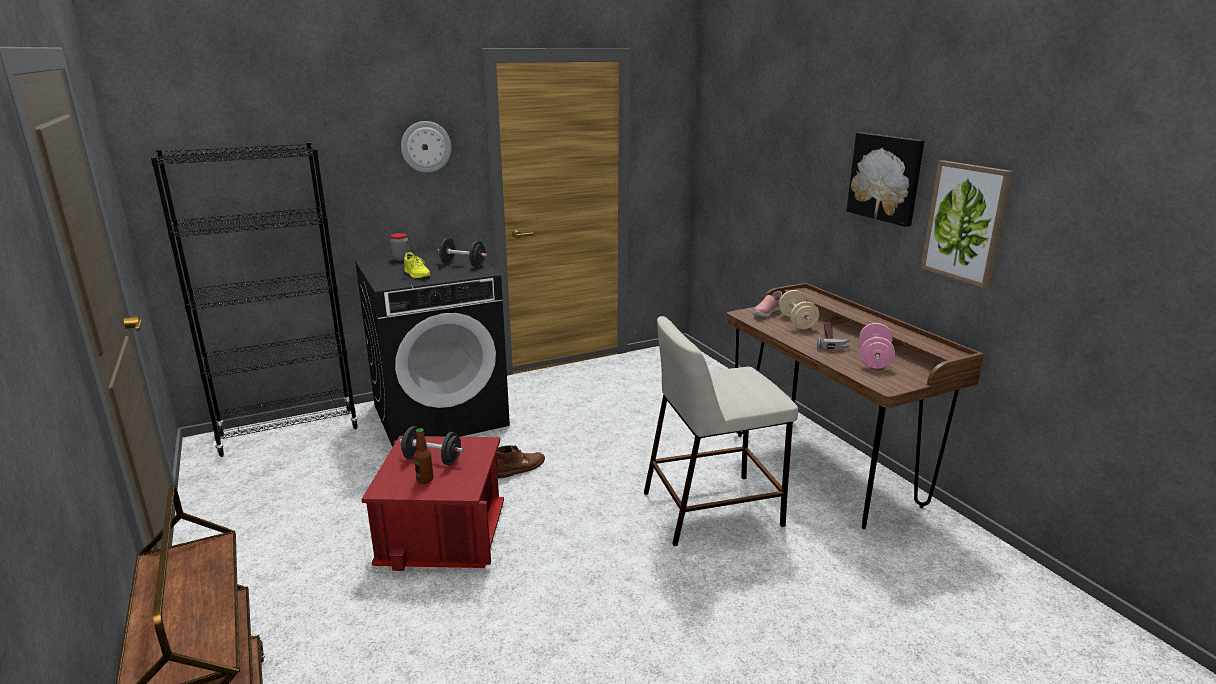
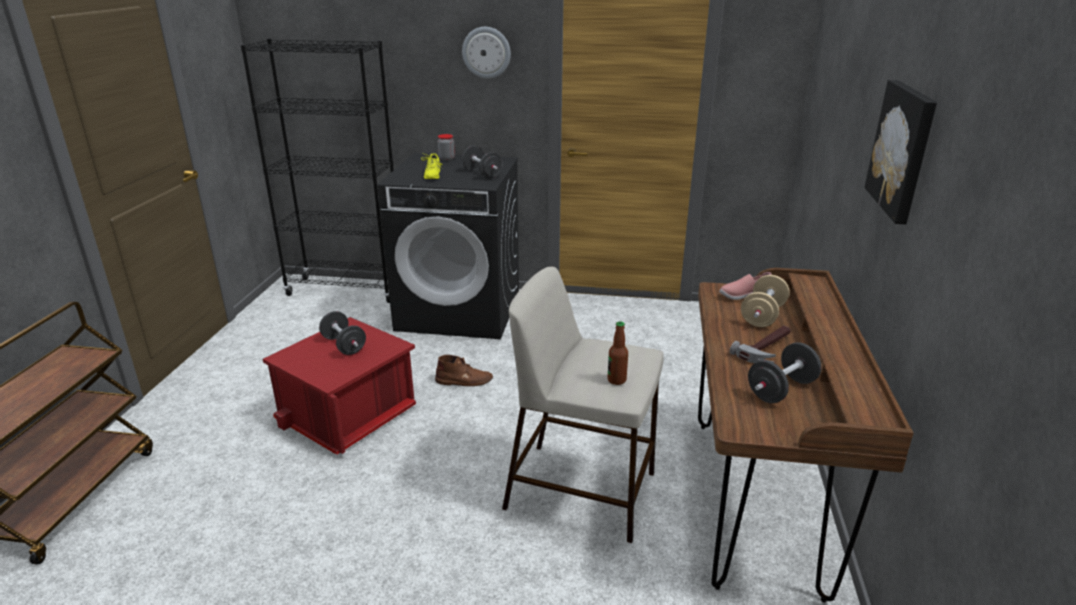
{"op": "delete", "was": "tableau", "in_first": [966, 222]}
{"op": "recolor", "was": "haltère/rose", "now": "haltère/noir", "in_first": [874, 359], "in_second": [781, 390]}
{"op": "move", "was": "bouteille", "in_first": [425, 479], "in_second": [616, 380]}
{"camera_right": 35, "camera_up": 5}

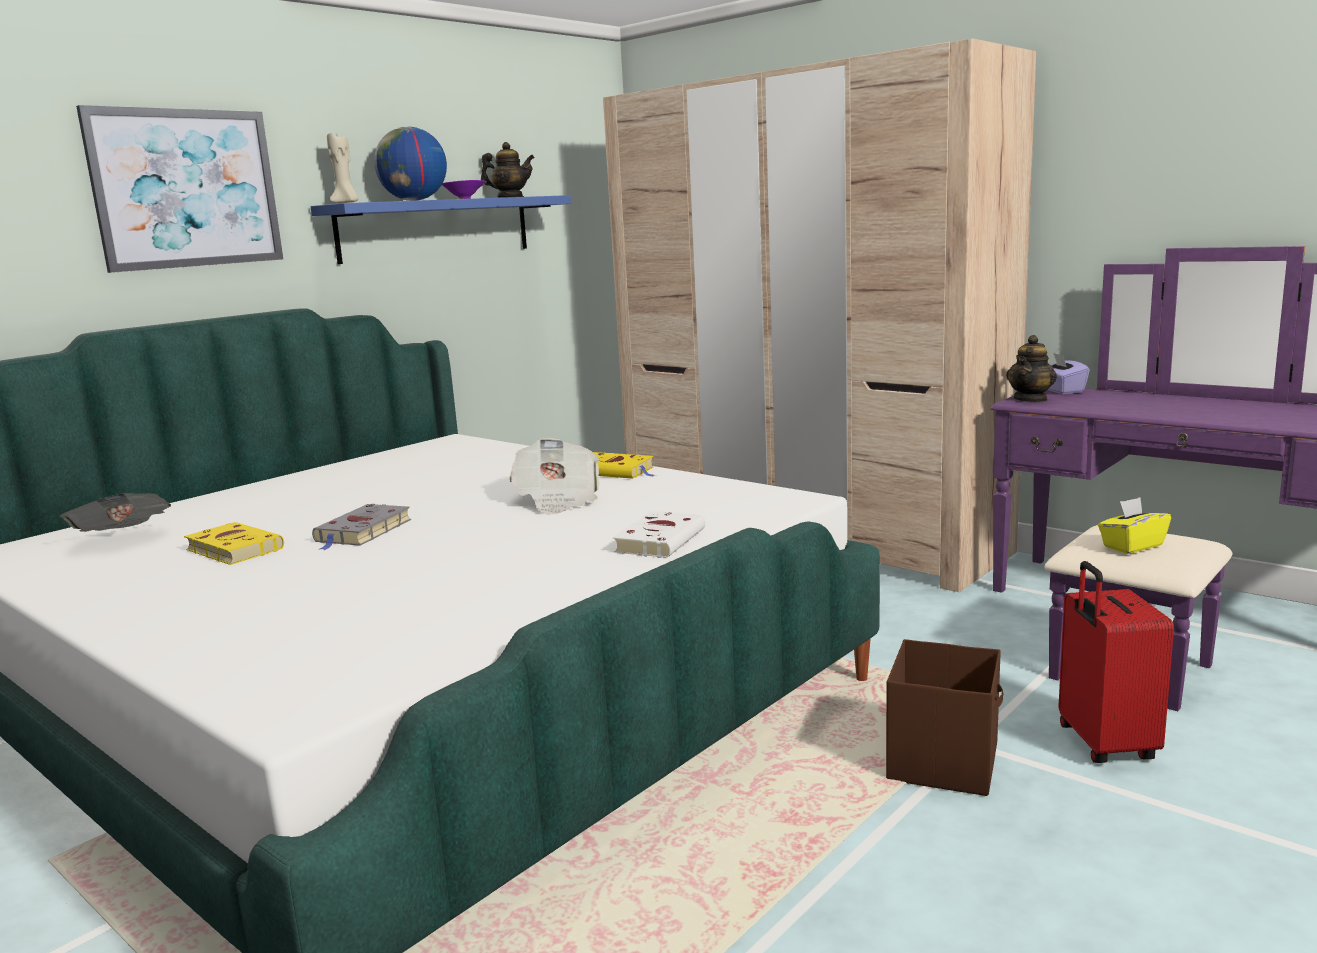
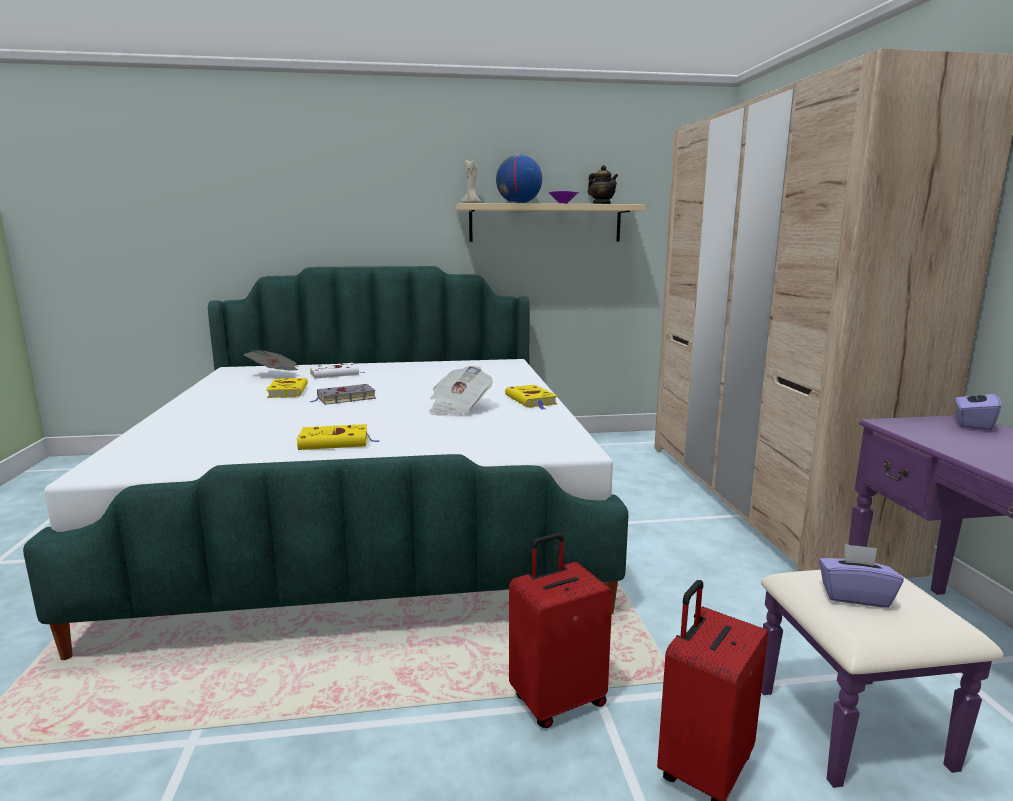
{"op": "delete", "was": "tableau", "in_first": [186, 189]}
{"op": "recolor", "was": "étagère/bleu", "now": "étagère/beige", "in_first": [436, 228], "in_second": [545, 223]}
{"op": "delete", "was": "théière", "in_first": [1031, 399]}
{"op": "recolor", "was": "boîte à mouchoirs/jaune", "now": "boîte à mouchoirs/violet", "in_first": [1132, 546], "in_second": [854, 596]}
{"op": "move", "was": "livre/blanc", "in_first": [661, 540], "in_second": [336, 374]}
{"op": "replace", "was": "boîte de rangement/marron", "now": "valise/rouge", "in_first": [944, 761], "in_second": [557, 700]}
{"op": "insert", "now": "livre/jaune", "in_second": [336, 442]}
{"camera_right": 40, "camera_up": 0}

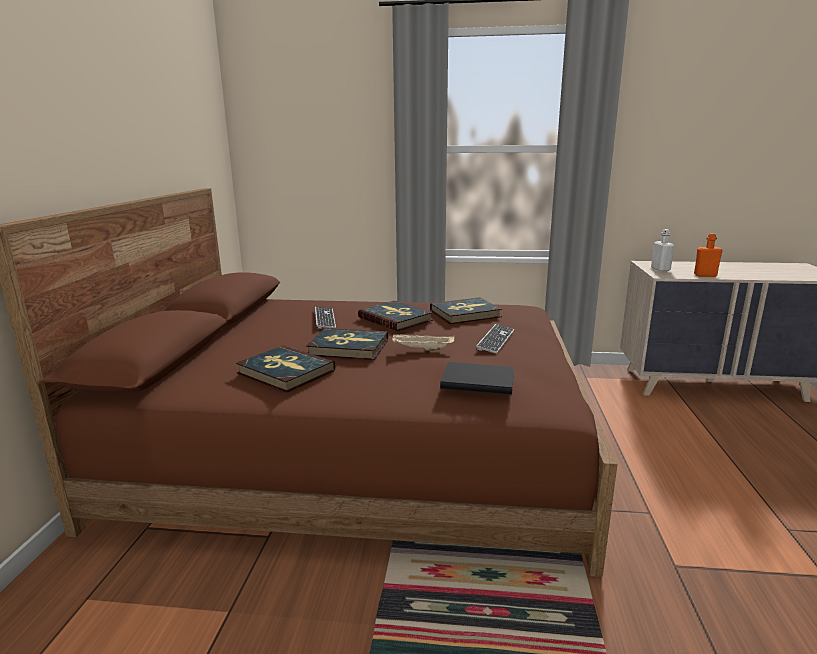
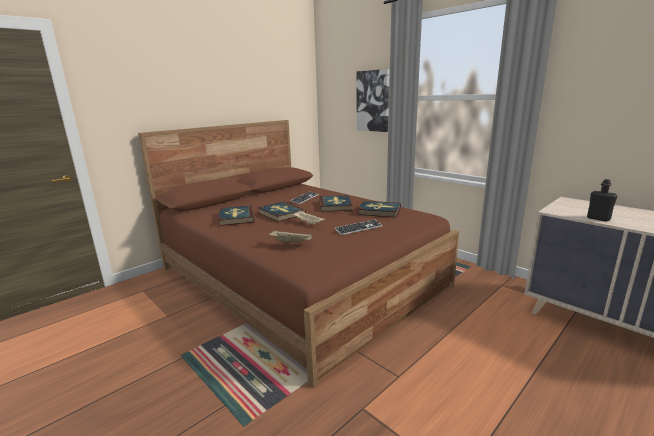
{"op": "delete", "was": "bouteille/blanc", "in_first": [660, 269]}
{"op": "recolor", "was": "bouteille/orange", "now": "bouteille/noir", "in_first": [705, 275], "in_second": [598, 218]}
{"op": "replace", "was": "livre/noir", "now": "plateau/beige", "in_first": [477, 380], "in_second": [292, 242]}
{"op": "insert", "now": "tableau", "in_second": [373, 101]}
{"camera_right": 40, "camera_up": 0}

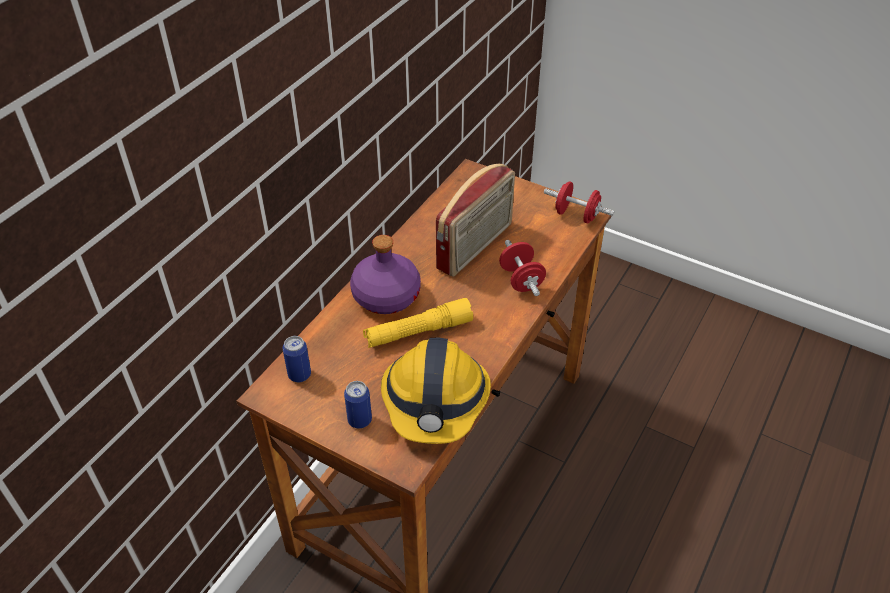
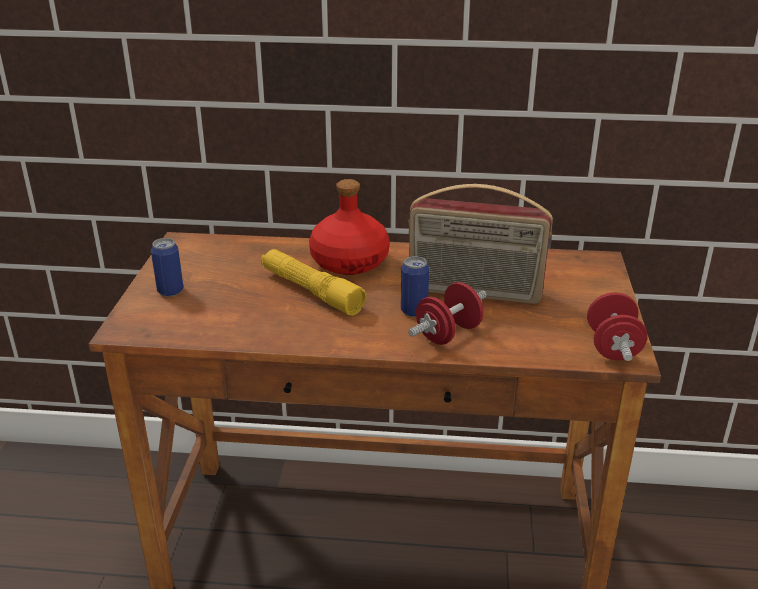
{"op": "recolor", "was": "bouteille/violet", "now": "bouteille/rouge", "in_first": [385, 295], "in_second": [349, 261]}
{"op": "move", "was": "boîte métallique", "in_first": [299, 375], "in_second": [414, 311]}
{"op": "delete", "was": "casque de chantier", "in_first": [436, 401]}
{"camera_right": 65, "camera_up": -15}

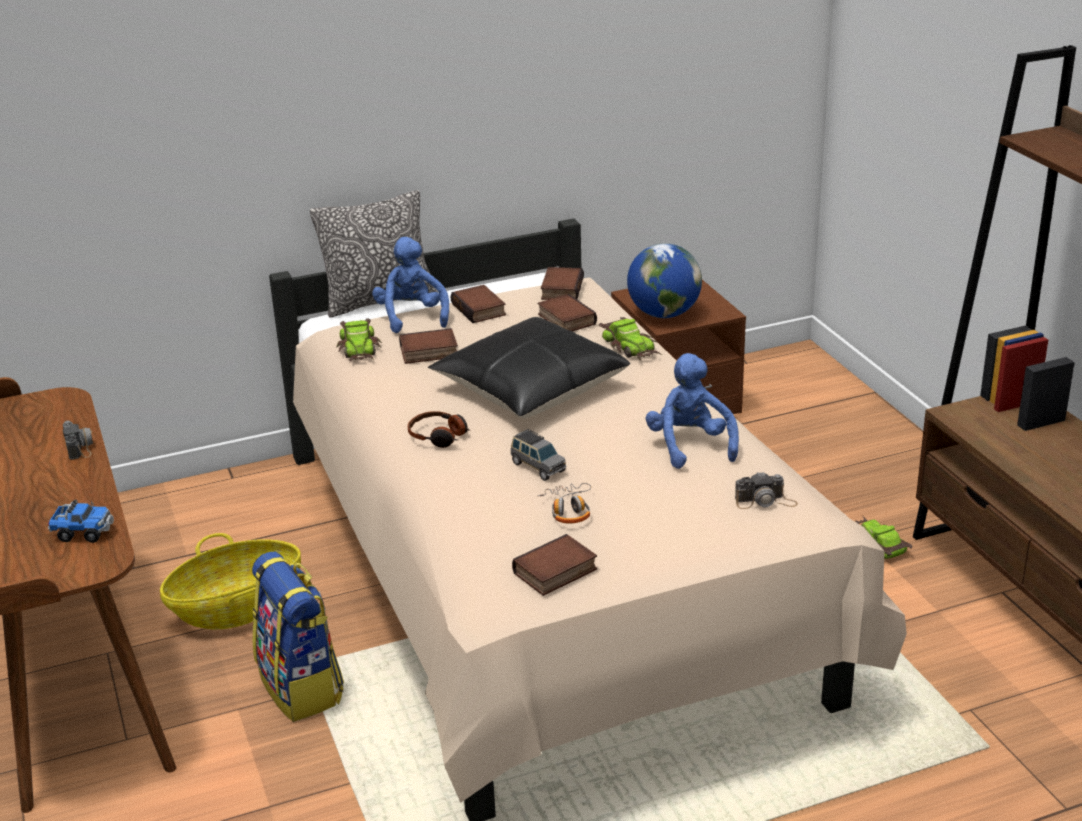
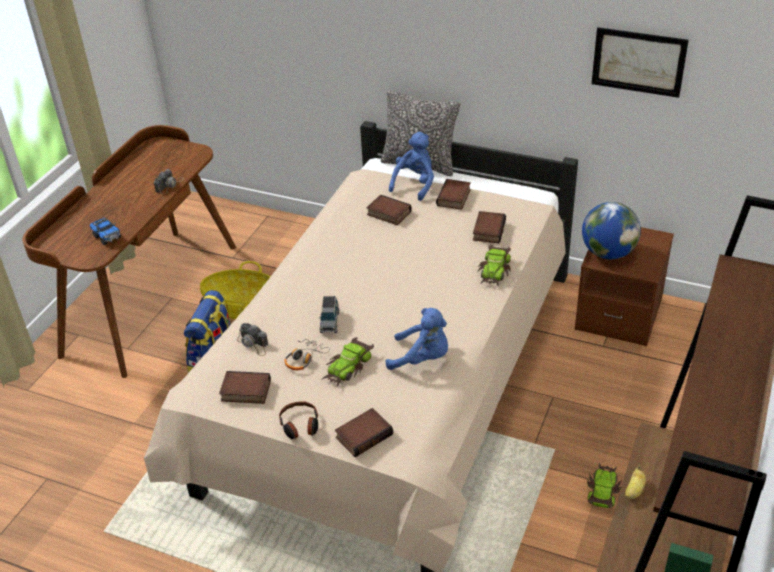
{"op": "move", "was": "livre", "in_first": [560, 289], "in_second": [364, 435]}
{"op": "delete", "was": "coussin/noir", "in_first": [530, 388]}
{"op": "move", "was": "petite voiture", "in_first": [359, 348], "in_second": [348, 367]}
{"op": "rotate", "was": "peluche/bleu", "in_first": [690, 445], "in_second": [422, 358], "clockwise": 75}
{"op": "move", "was": "casque audio", "in_first": [439, 436], "in_second": [300, 425]}
{"op": "move", "was": "appareil photo", "in_first": [765, 501], "in_second": [253, 344]}
{"op": "insert", "now": "tableau", "in_second": [638, 62]}
{"op": "insert", "now": "banane", "in_second": [634, 491]}
{"camera_right": 45, "camera_up": 10}

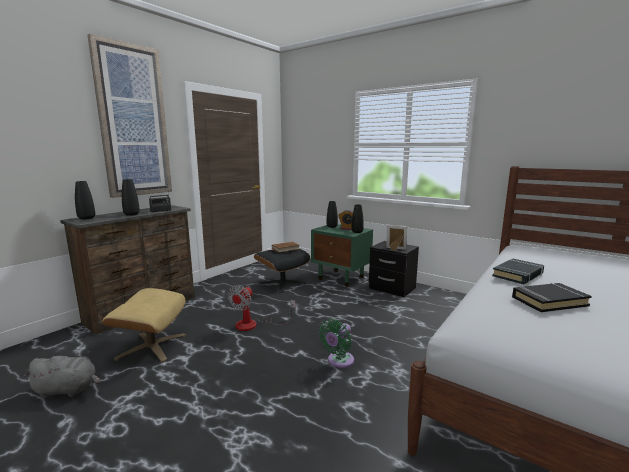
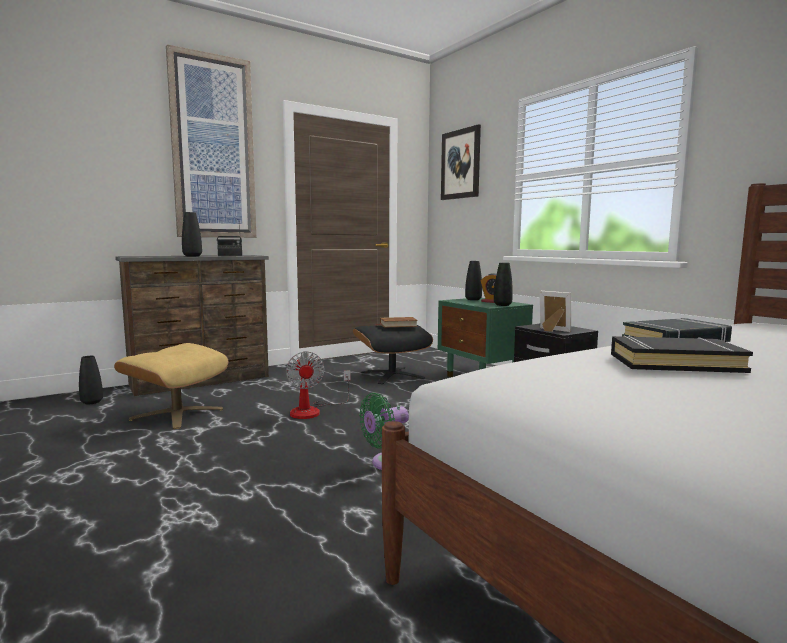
{"op": "move", "was": "vase/noir", "in_first": [86, 218], "in_second": [92, 402]}
{"op": "rotate", "was": "ventilateur", "in_first": [254, 324], "in_second": [313, 410], "clockwise": -60}
{"op": "delete", "was": "peluche/gris", "in_first": [68, 390]}
{"op": "insert", "now": "tableau", "in_second": [460, 164]}
{"camera_right": 20, "camera_up": -5}

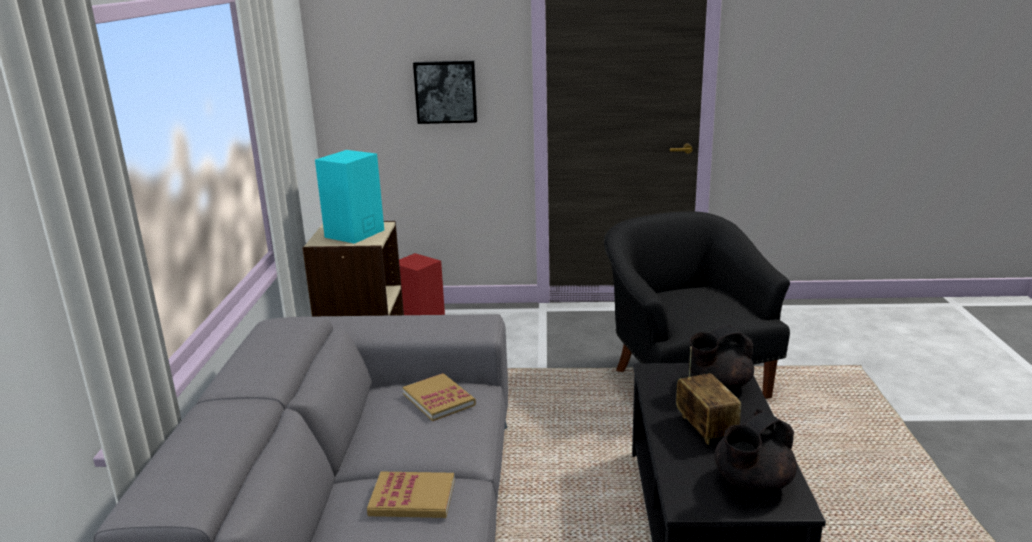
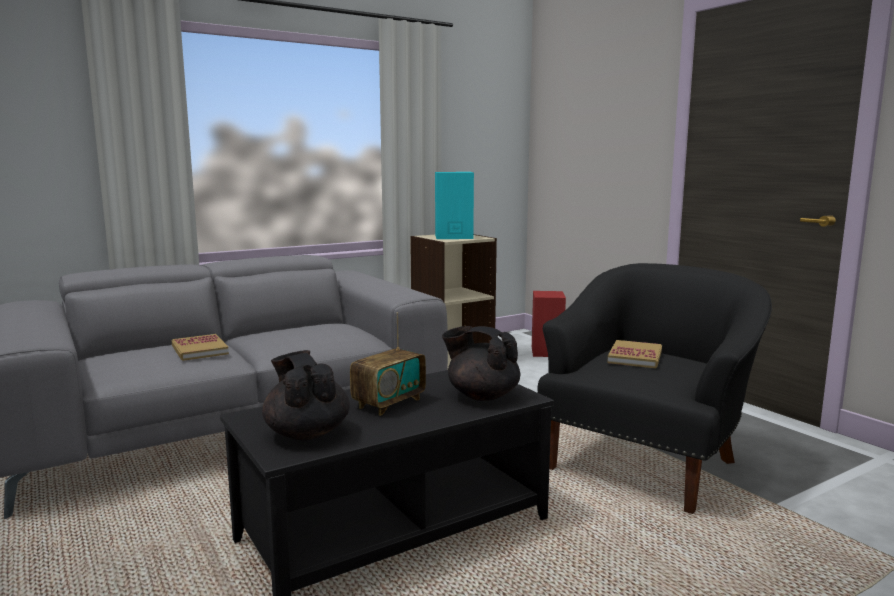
{"op": "delete", "was": "tableau", "in_first": [446, 91]}
{"op": "move", "was": "livre", "in_first": [438, 399], "in_second": [635, 357]}
{"op": "rotate", "was": "théière/noir", "in_first": [751, 483], "in_second": [306, 433], "clockwise": 45}
{"camera_right": 55, "camera_up": -10}

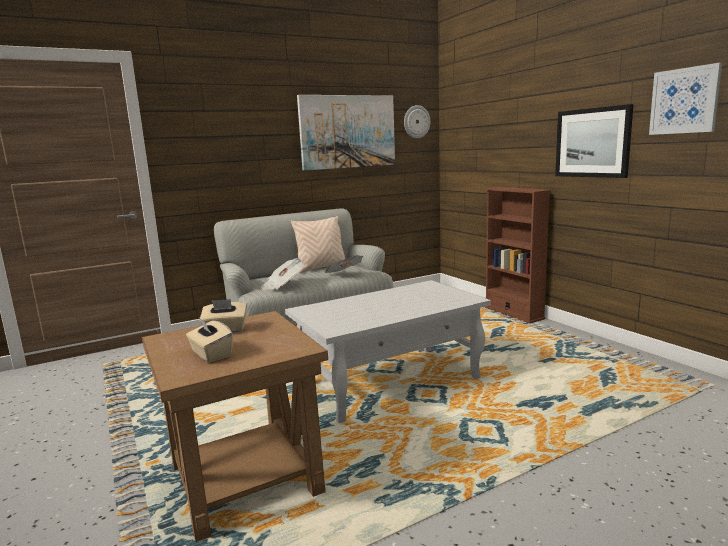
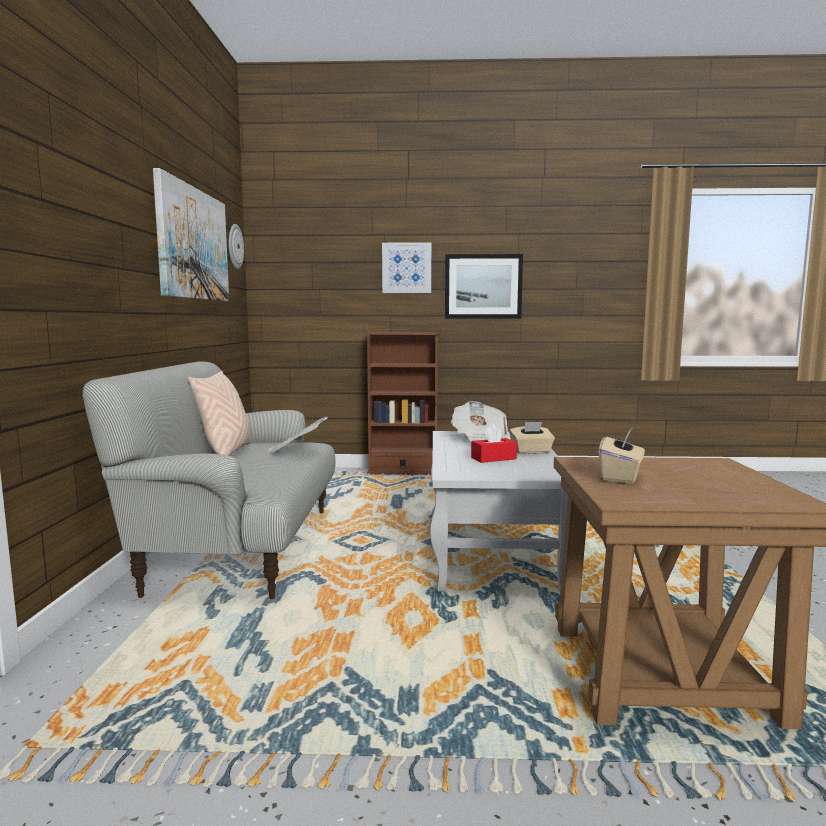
{"op": "move", "was": "tableau", "in_first": [684, 101], "in_second": [406, 268]}
{"op": "move", "was": "journal", "in_first": [283, 285], "in_second": [479, 439]}
{"op": "move", "was": "boîte à mouchoirs/beige", "in_first": [211, 354], "in_second": [531, 451]}
{"op": "insert", "now": "boîte à mouchoirs/rouge", "in_second": [493, 458]}
{"camera_right": -60, "camera_up": -5}

